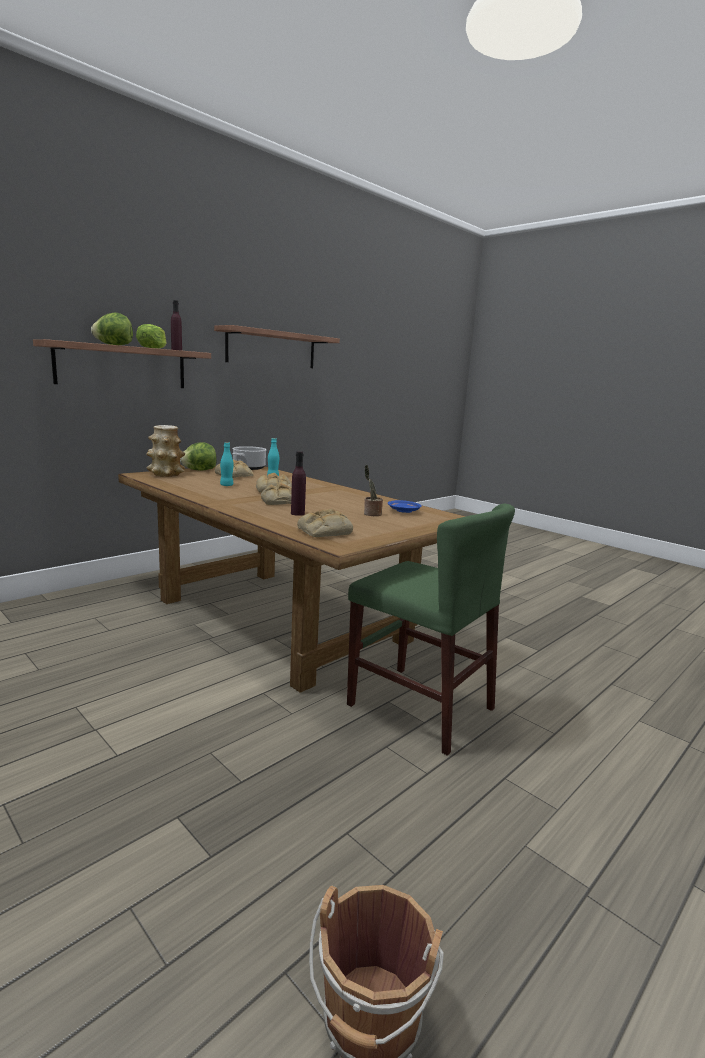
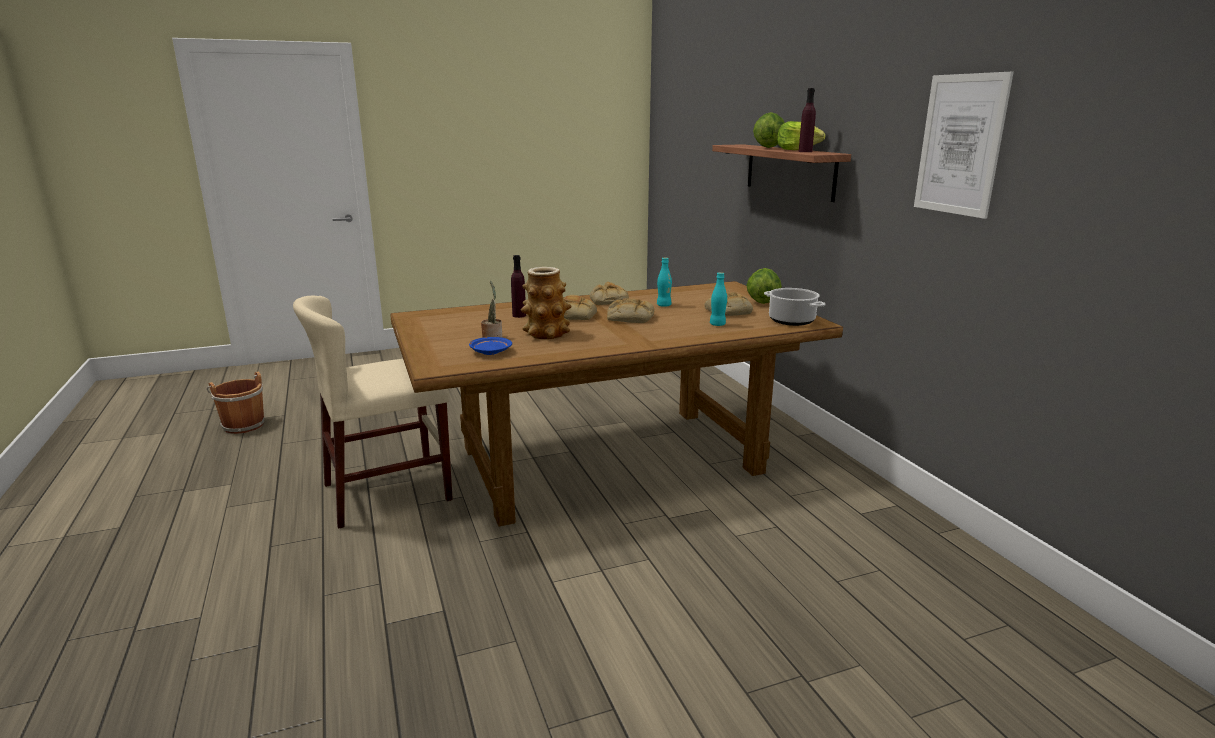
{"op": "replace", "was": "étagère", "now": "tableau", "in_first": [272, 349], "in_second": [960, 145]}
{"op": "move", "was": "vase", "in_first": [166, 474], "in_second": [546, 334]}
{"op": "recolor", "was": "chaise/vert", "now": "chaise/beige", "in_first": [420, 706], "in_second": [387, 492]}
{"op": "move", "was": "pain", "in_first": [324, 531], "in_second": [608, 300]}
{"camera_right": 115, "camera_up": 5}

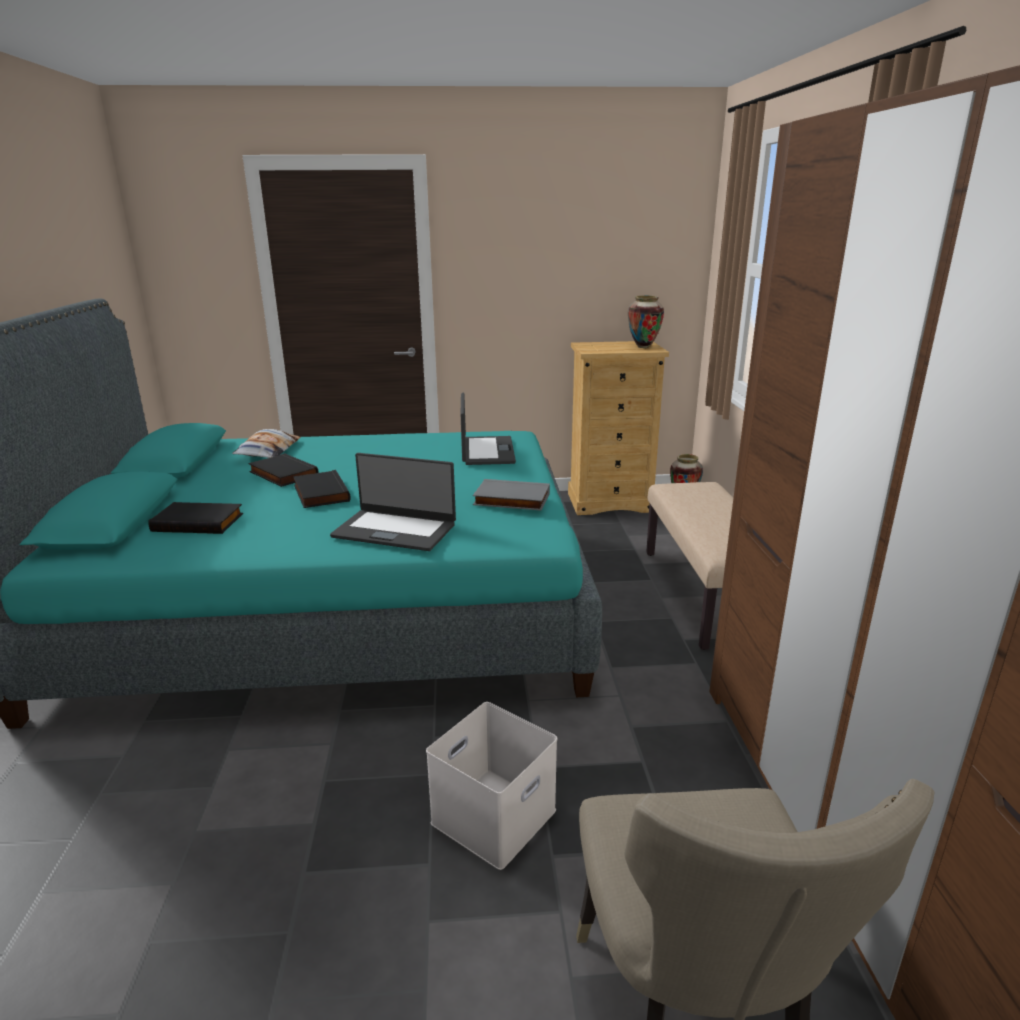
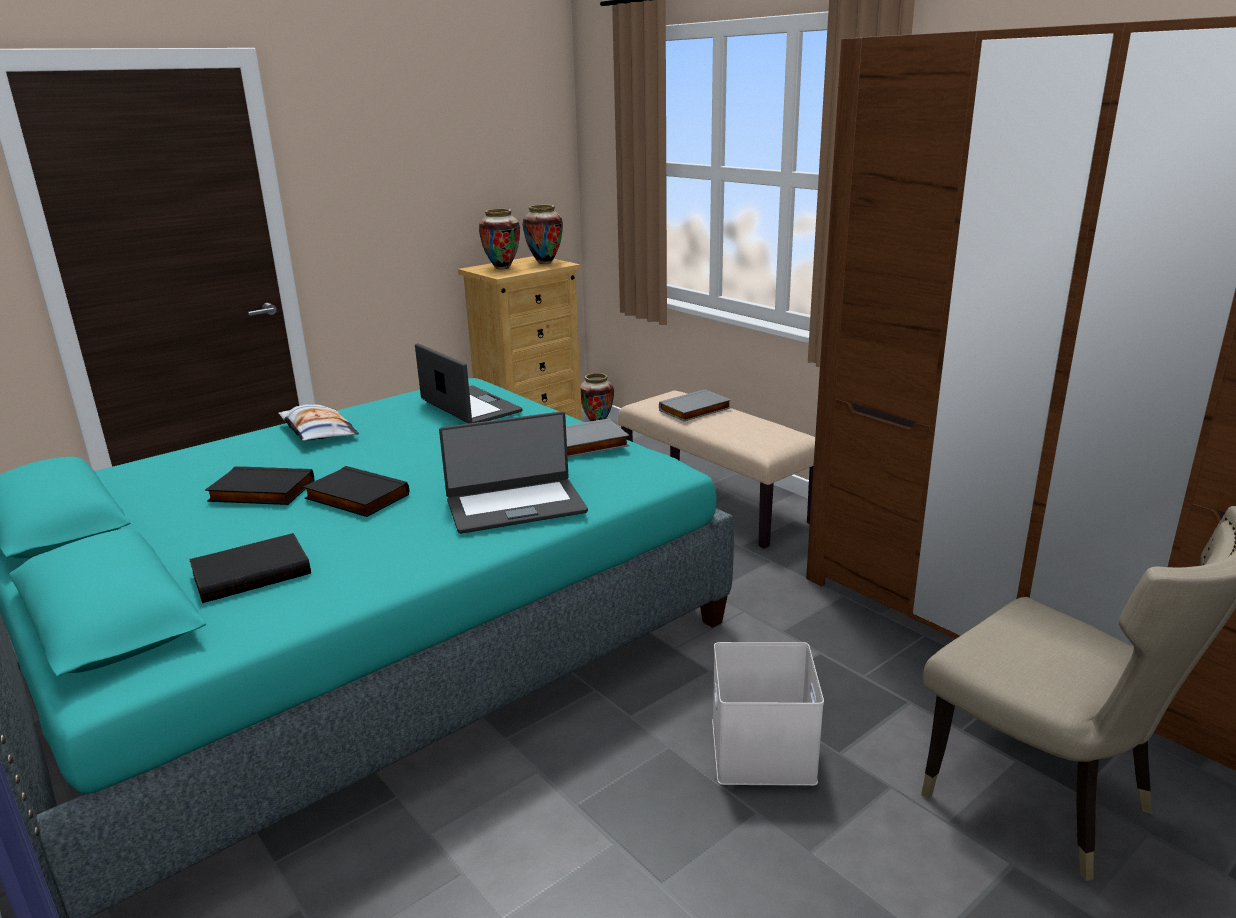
{"op": "move", "was": "coussin", "in_first": [268, 451], "in_second": [318, 432]}
{"op": "insert", "now": "vase", "in_second": [502, 268]}
{"op": "insert", "now": "livre/gris", "in_second": [695, 410]}
{"camera_right": -35, "camera_up": 0}

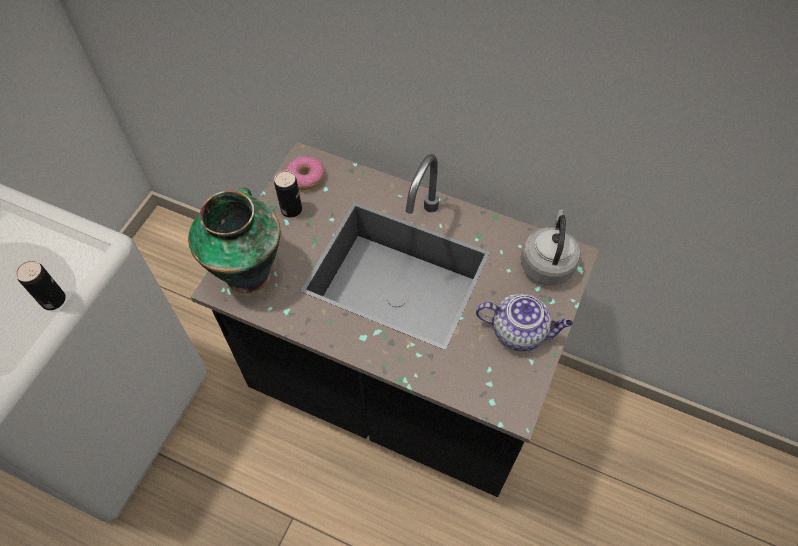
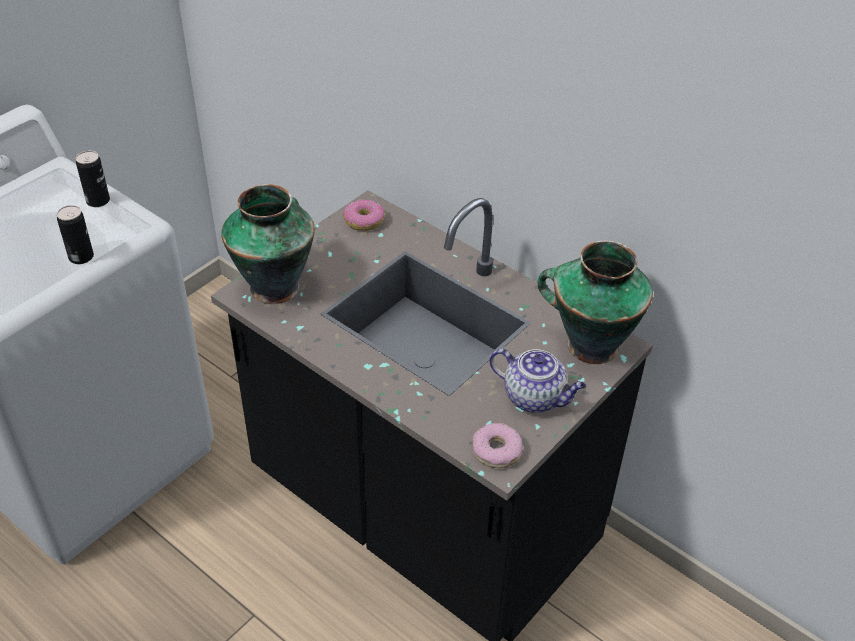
{"op": "move", "was": "boîte métallique", "in_first": [291, 209], "in_second": [98, 201]}
{"op": "replace", "was": "bouilloire/gris", "now": "vase", "in_first": [547, 263], "in_second": [589, 345]}
{"op": "insert", "now": "beignet", "in_second": [496, 451]}
{"camera_right": 15, "camera_up": -15}

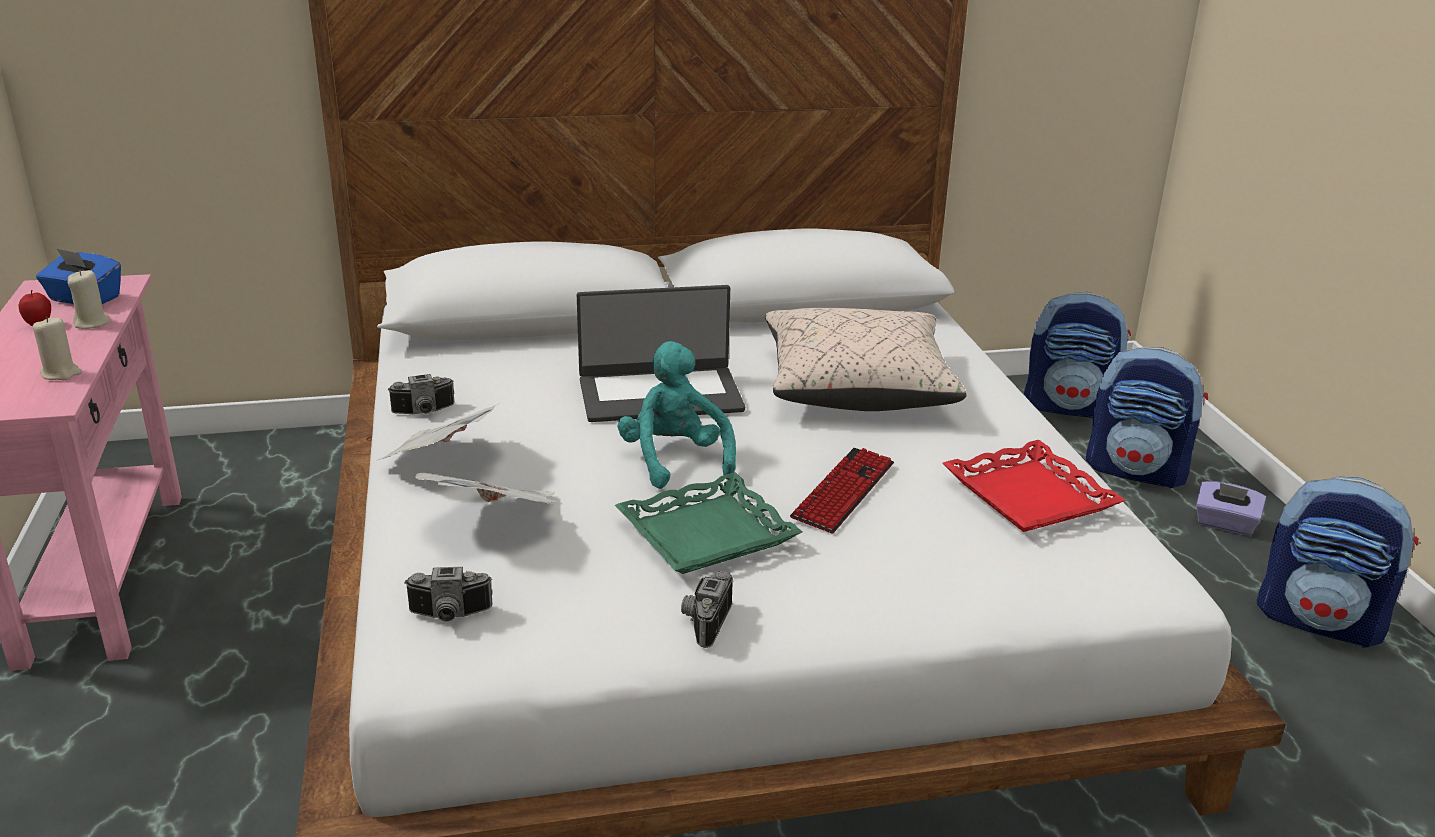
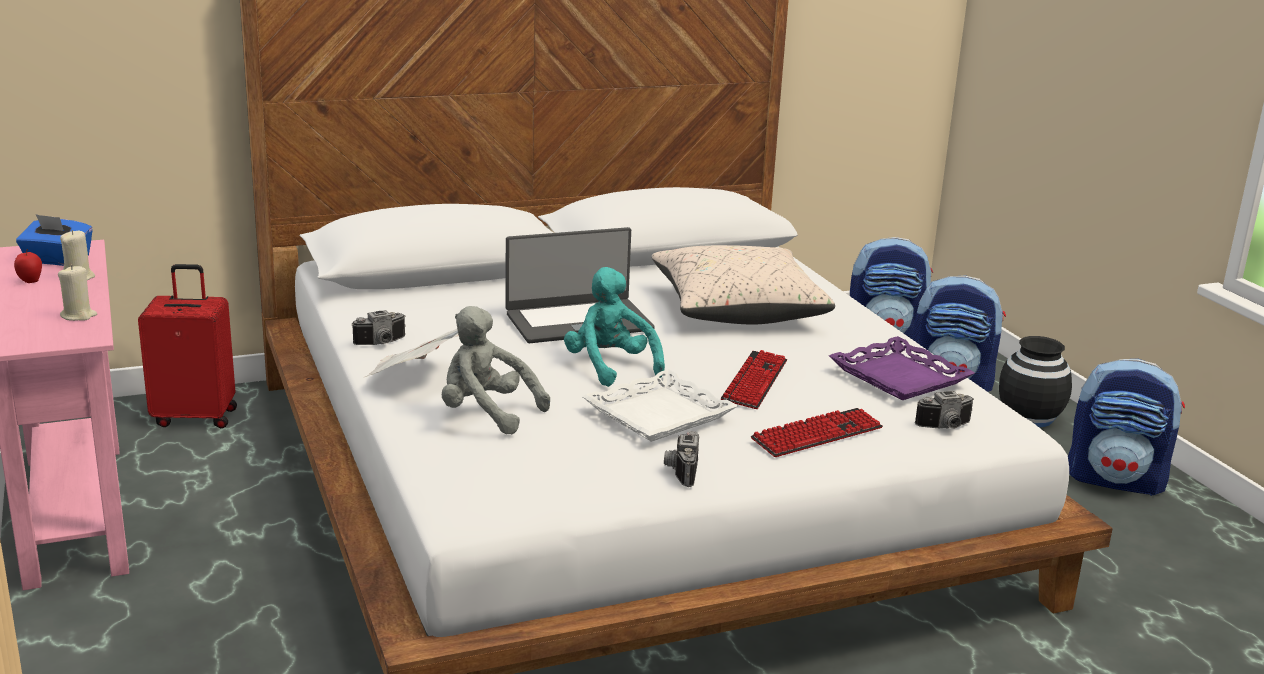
{"op": "recolor", "was": "plateau/rouge", "now": "plateau/violet", "in_first": [1030, 496], "in_second": [900, 377]}
{"op": "recolor", "was": "plateau/vert", "now": "plateau/blanc", "in_first": [707, 535], "in_second": [659, 415]}
{"op": "replace", "was": "journal", "now": "peluche/gris", "in_first": [496, 520], "in_second": [486, 413]}
{"op": "replace", "was": "boîte à mouchoirs/violet", "now": "vase/noir", "in_first": [1225, 524], "in_second": [1029, 417]}
{"op": "move", "was": "appareil photo", "in_first": [449, 616], "in_second": [946, 427]}
{"op": "insert", "now": "valise/rouge", "in_second": [196, 416]}
{"op": "insert", "now": "clavier", "in_second": [817, 435]}
{"camera_right": -10, "camera_up": -5}

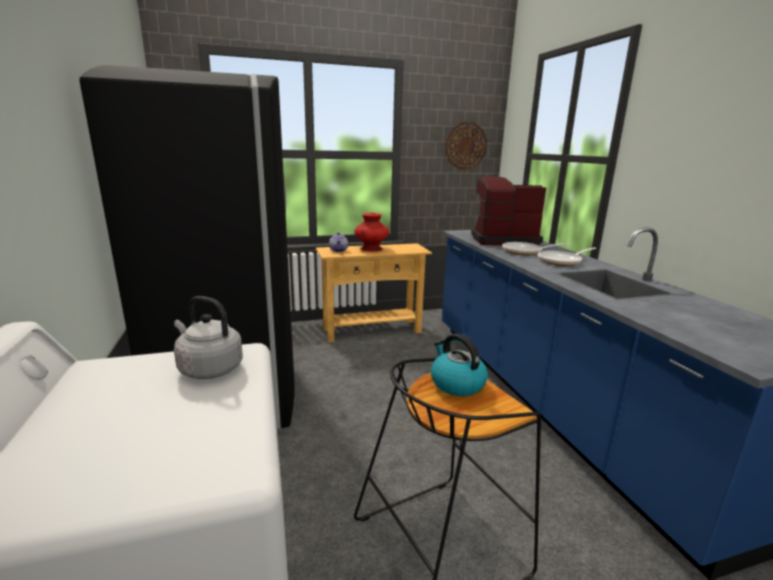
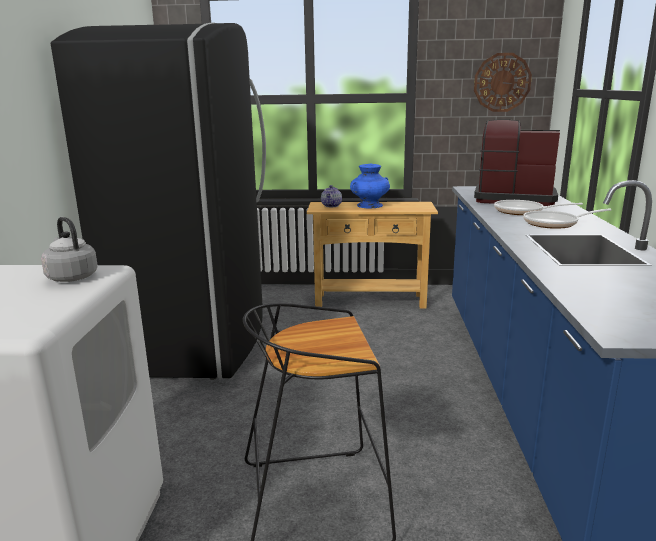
{"op": "recolor", "was": "vase/rouge", "now": "vase/bleu", "in_first": [371, 249], "in_second": [370, 205]}
{"op": "delete", "was": "bouilloire", "in_first": [456, 383]}
{"camera_right": 20, "camera_up": 0}

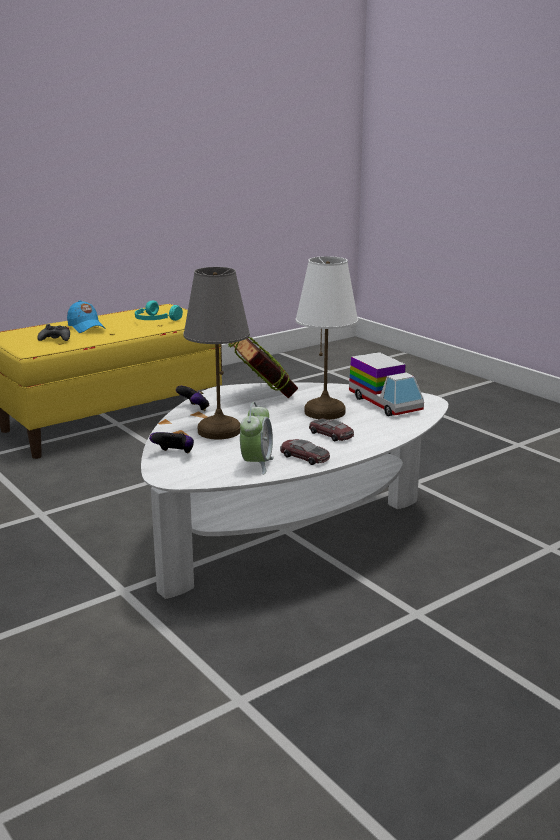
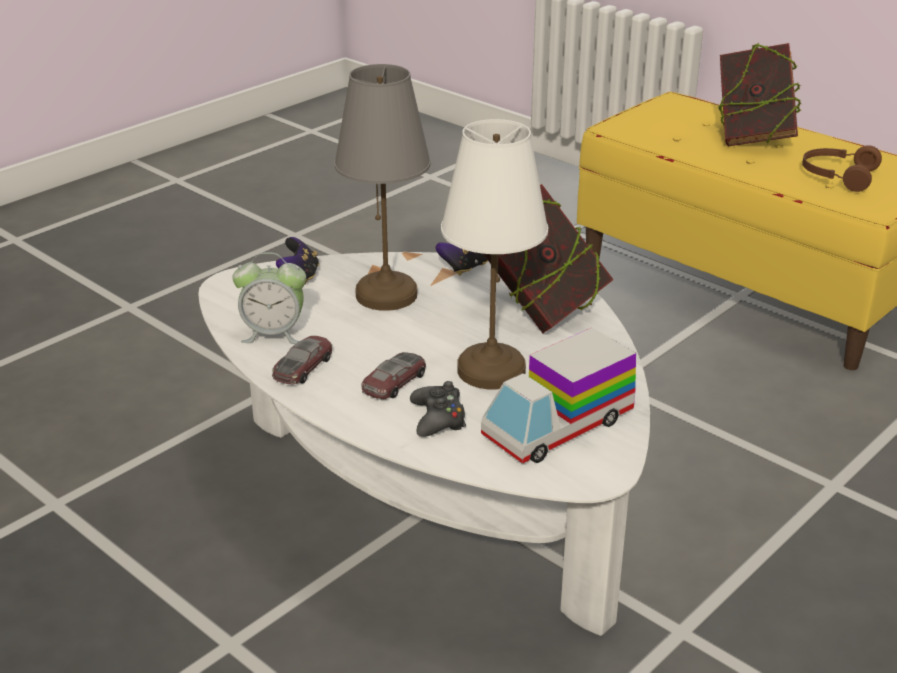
{"op": "replace", "was": "casquette/bleu", "now": "livre", "in_first": [86, 327], "in_second": [752, 138]}
{"op": "recolor", "was": "casque audio/turquoise", "now": "casque audio/marron", "in_first": [155, 320], "in_second": [837, 176]}
{"op": "move", "was": "manette/noir", "in_first": [55, 339], "in_second": [438, 418]}
{"camera_right": 80, "camera_up": 10}

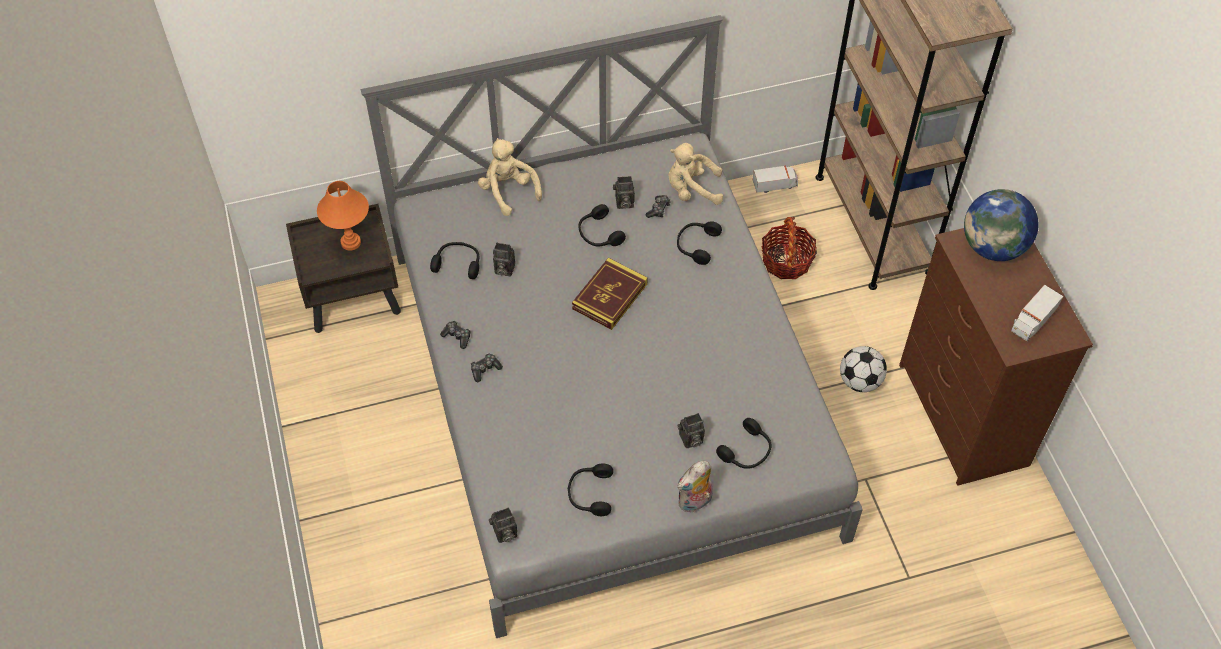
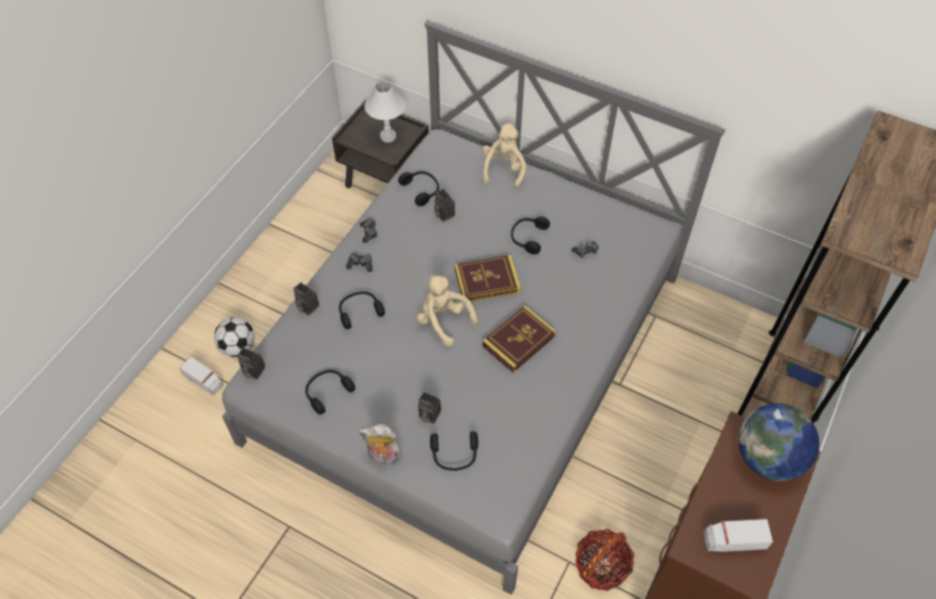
{"op": "move", "was": "peluche/beige", "in_first": [692, 190], "in_second": [444, 320]}
{"op": "move", "was": "camion jouet", "in_first": [775, 185], "in_second": [204, 381]}
{"op": "move", "was": "appareil photo", "in_first": [623, 203], "in_second": [306, 307]}
{"op": "recolor", "was": "lampe de table/orange", "now": "lampe de table/blanc", "in_first": [351, 242], "in_second": [388, 136]}
{"op": "move", "was": "panier", "in_first": [786, 261], "in_second": [601, 566]}
{"op": "move", "was": "casque audio/noir", "in_first": [696, 245], "in_second": [359, 311]}
{"op": "move", "was": "ballon de foot", "in_first": [860, 381], "in_second": [238, 347]}
{"op": "insert", "now": "livre", "in_second": [519, 341]}
{"camera_right": 45, "camera_up": 0}

